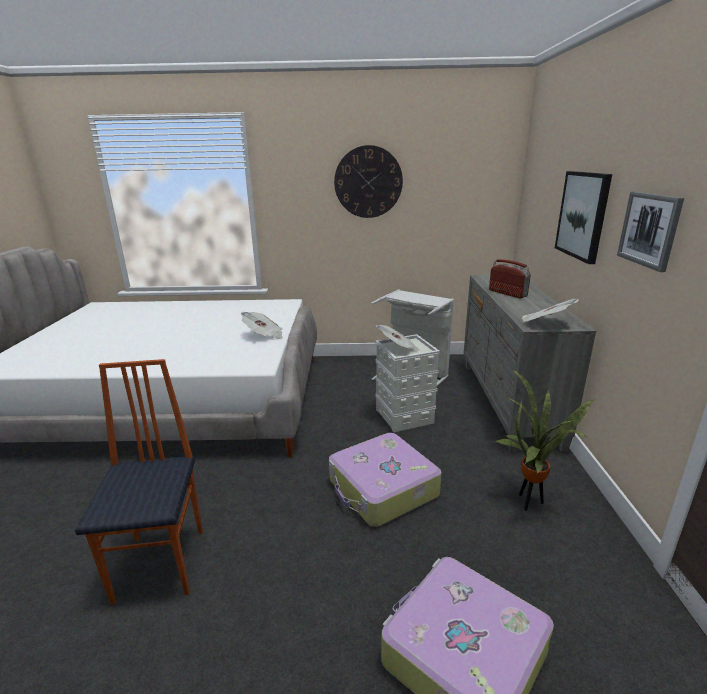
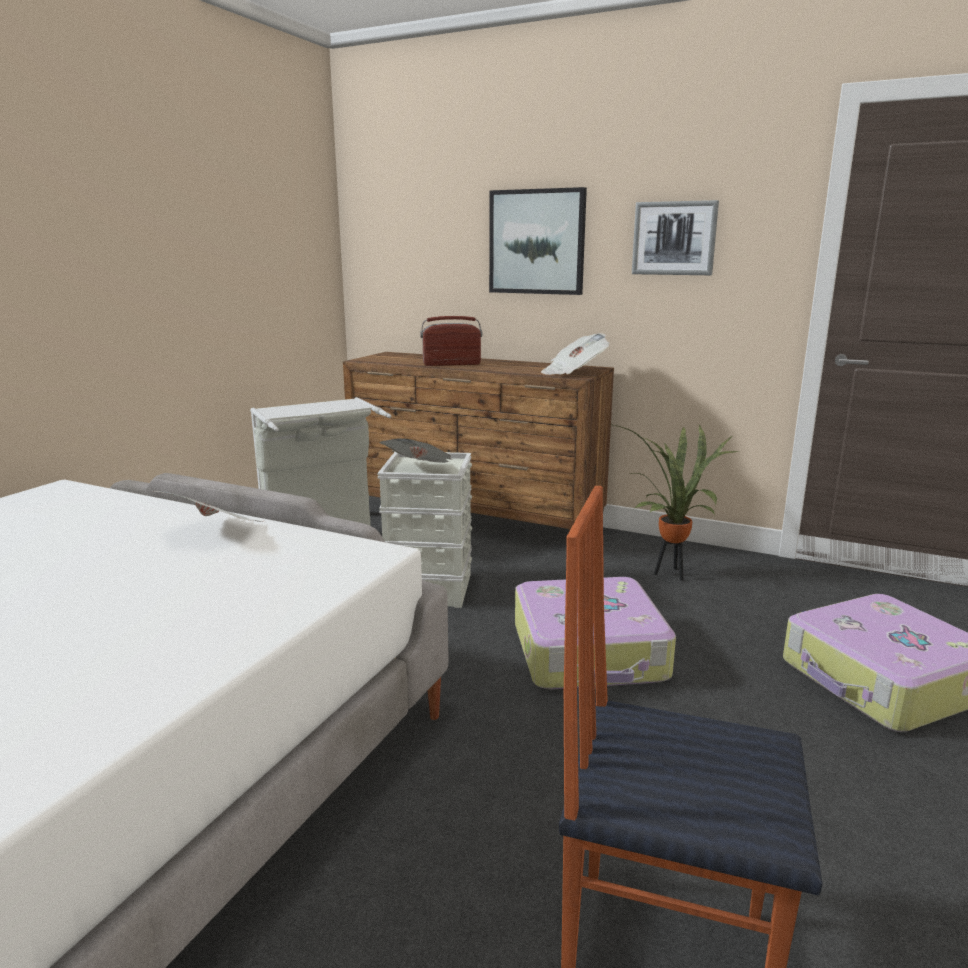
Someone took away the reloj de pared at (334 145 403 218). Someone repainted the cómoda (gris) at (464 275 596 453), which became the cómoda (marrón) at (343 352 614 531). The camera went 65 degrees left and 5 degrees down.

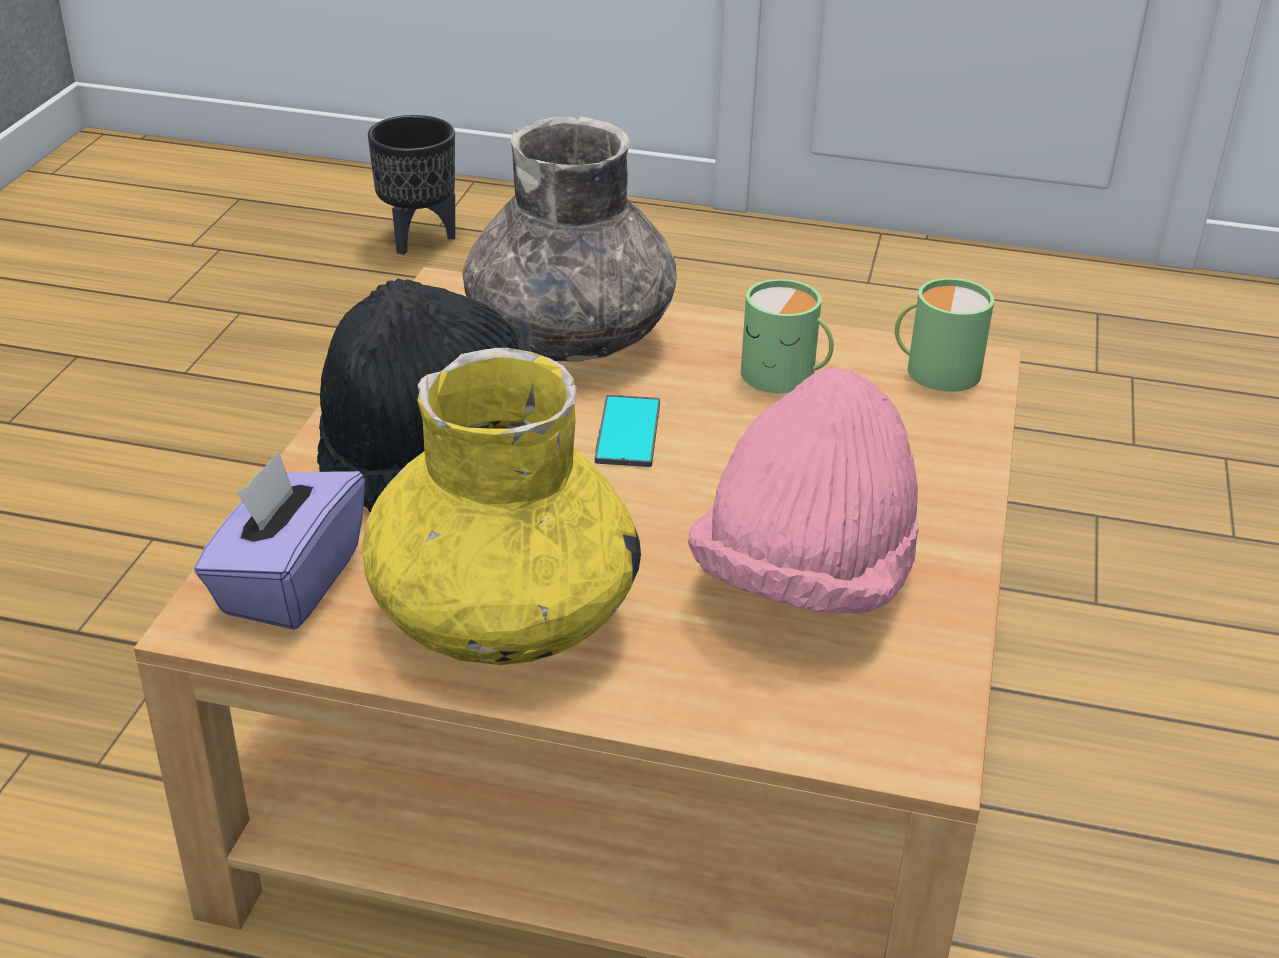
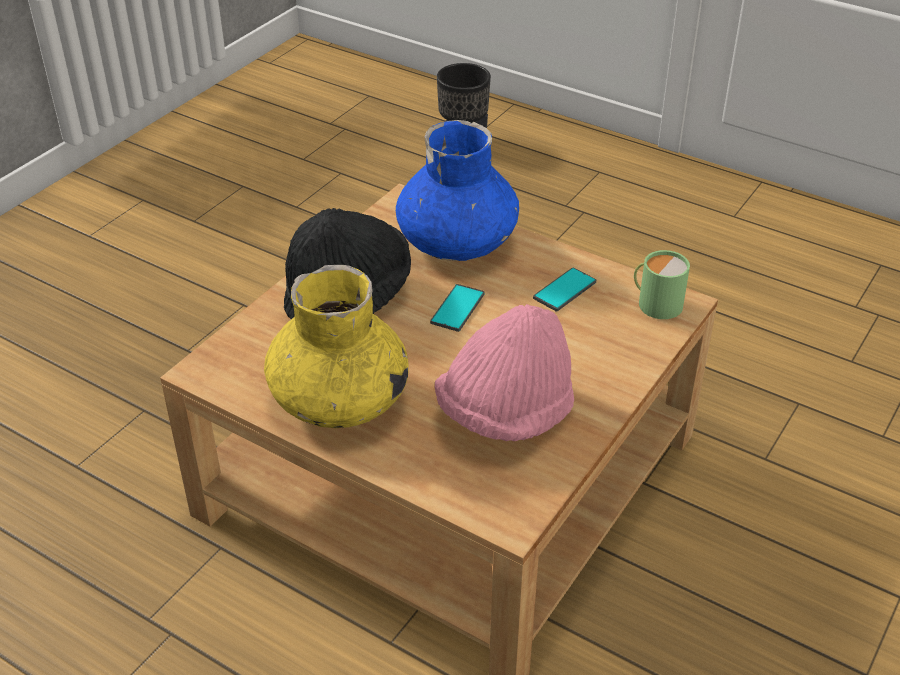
Someone took away the caja de pañuelos (morado) at (194 451 365 630). Someone swapped the taza grande (verde) at (741 279 834 393) for the móvil at (533 268 596 312). Someone repainted the florero (gris) at (462 117 677 361), which became the florero (azul) at (396 120 519 261). The camera went 20 degrees right and 5 degrees up.

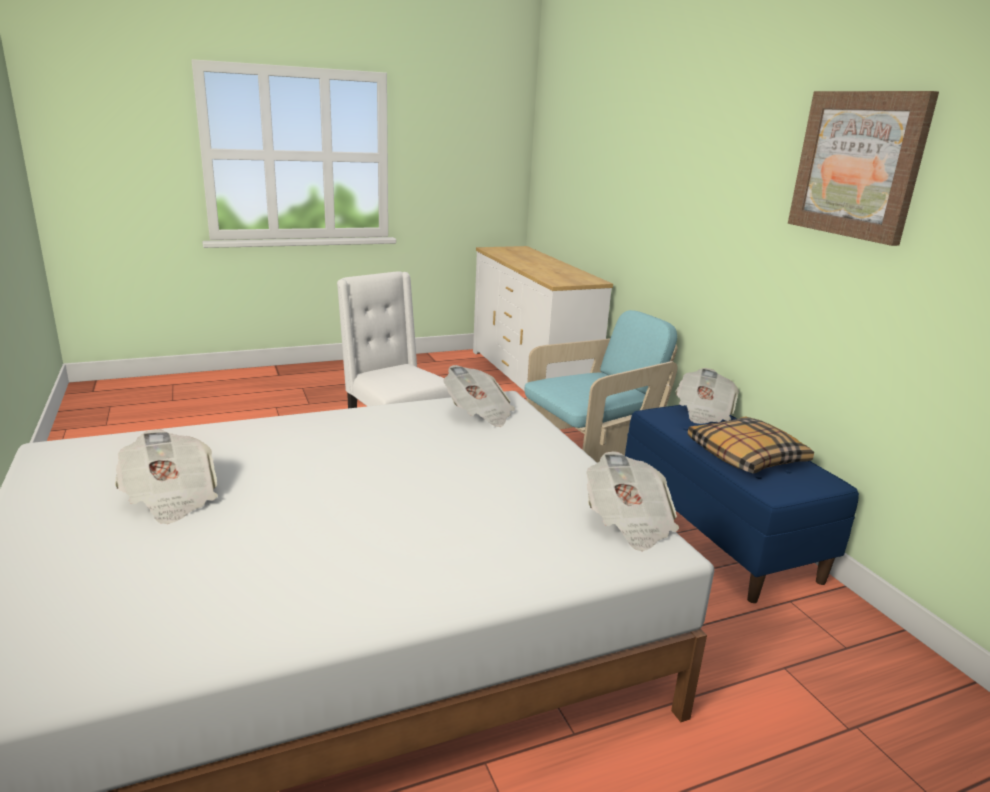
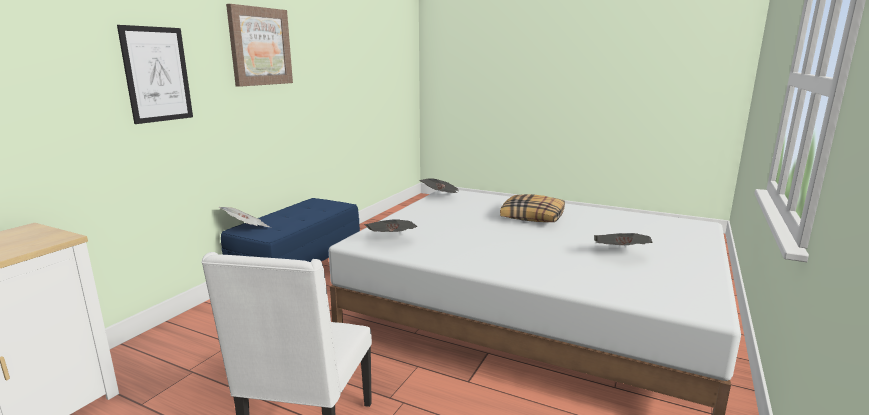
Someone took away the sillón (turquesa) at (525 310 678 463). Someone put up the cuadro at (117 25 193 124). Someone carried the cojín from (688 416 814 474) to (500 194 565 222). The camera went 130 degrees left and 5 degrees down.

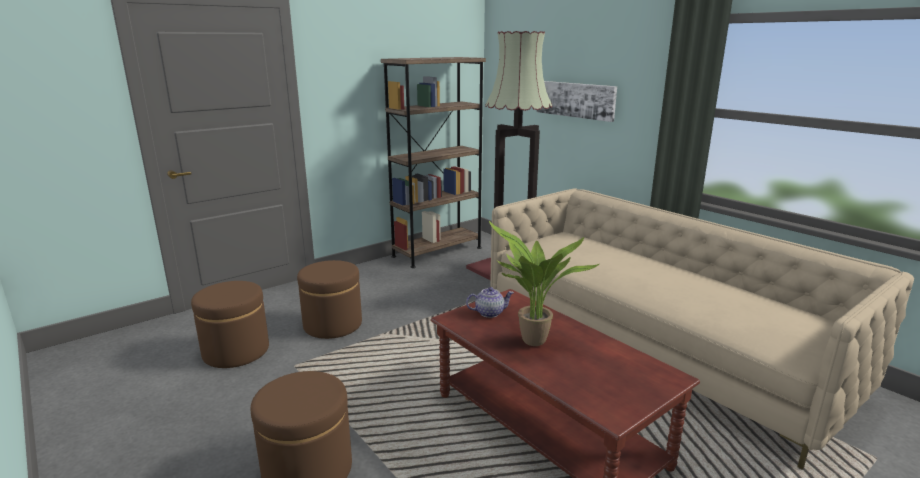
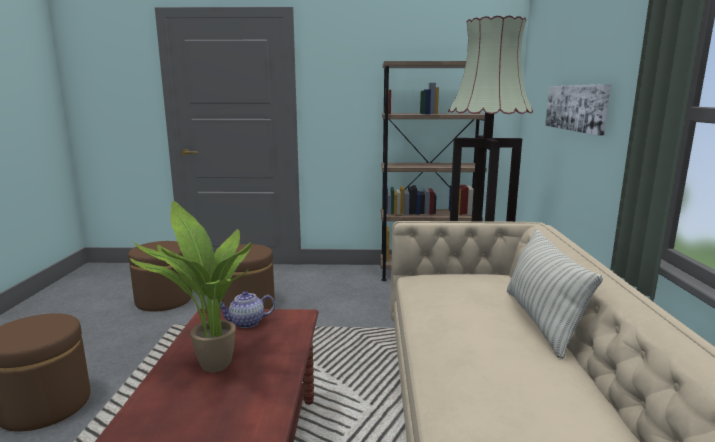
Someone put down the cojín at (507 228 603 359). Someone rotated the tetera at (466 287 514 318) by 135 degrees clockwise. The camera went 40 degrees right and 5 degrees down.

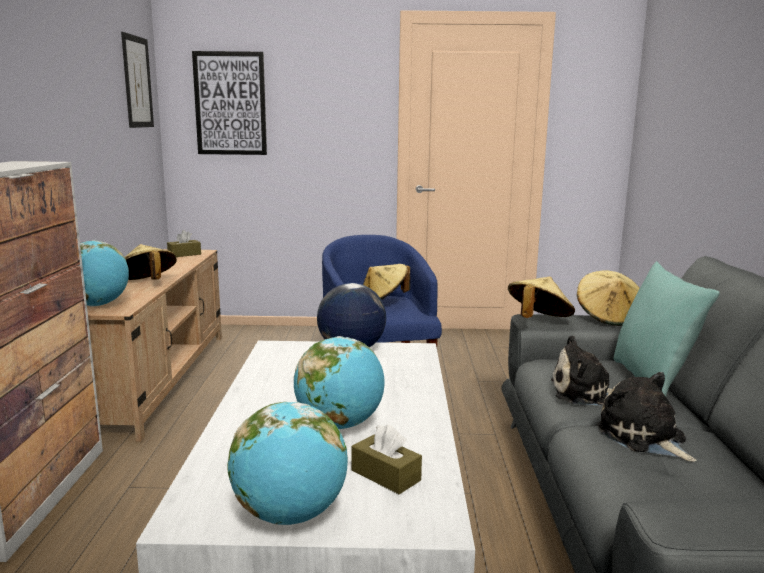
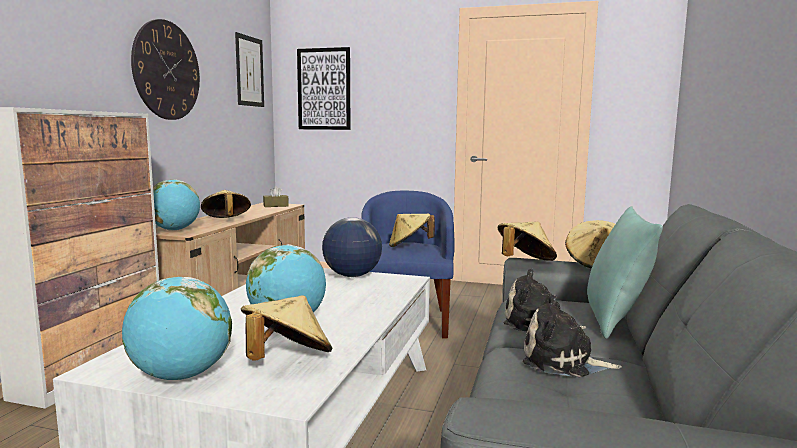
Someone put up the reloj de pared at (131 19 200 120). Someone swapped the caja de pañuelos (marrón) at (352 424 422 494) for the sombrero (beis) at (241 296 332 361). Someone rotated the peluche at (597 372 696 462) by 60 degrees counterclockwise. The camera went 15 degrees right and 5 degrees down.

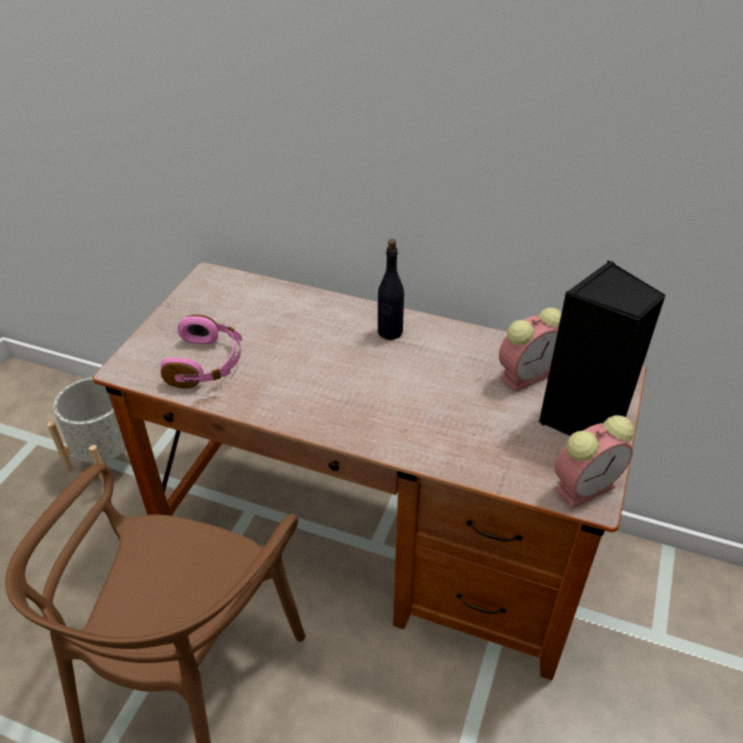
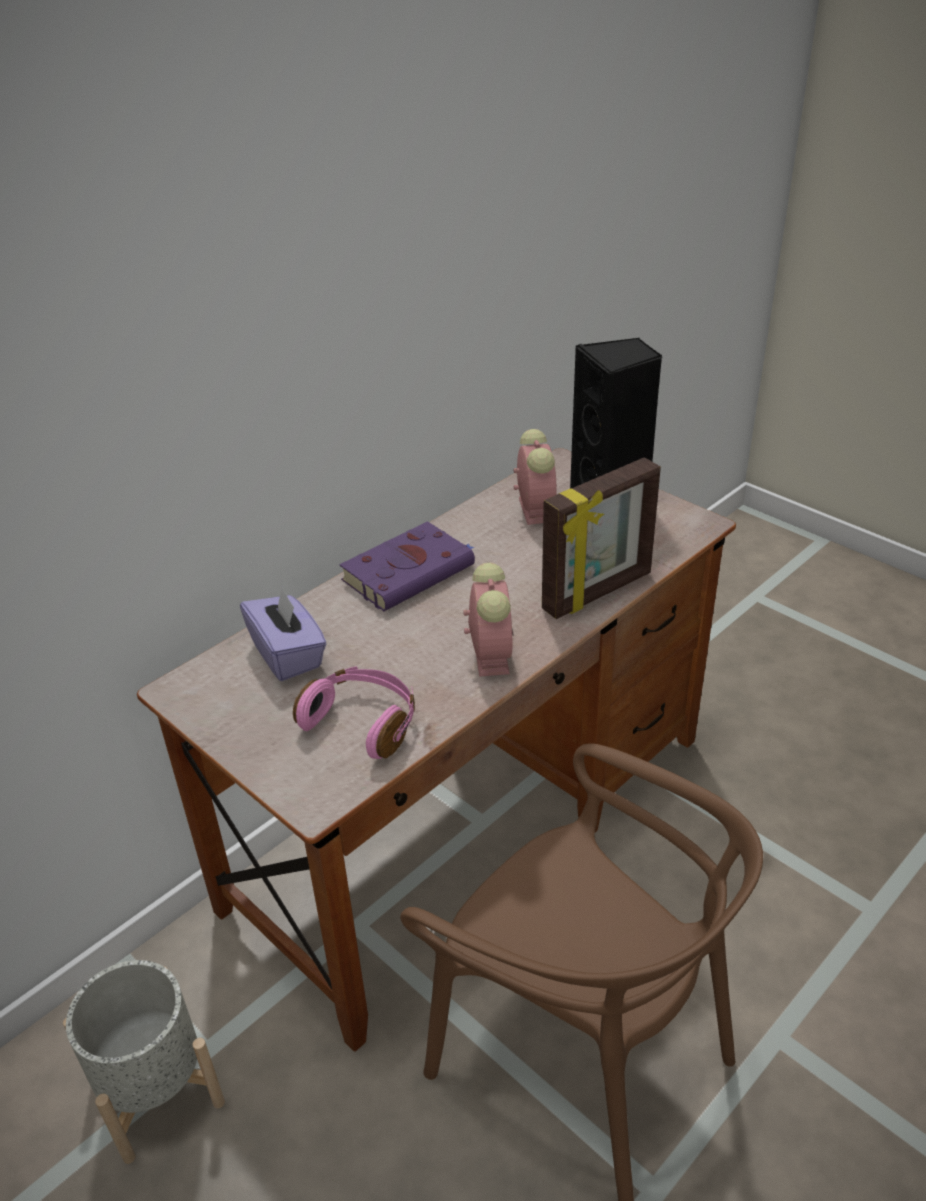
Someone put down the caja de pañuelos (morado) at (240 588 327 681). Someone put down the portarretratos at (542 457 661 619). Someone carried the despertador from (554 415 634 509) to (463 563 514 677). Someone swapped the botella (negro) at (378 239 404 340) for the libro (morado) at (340 521 475 611). The camera went 65 degrees left and 5 degrees down.

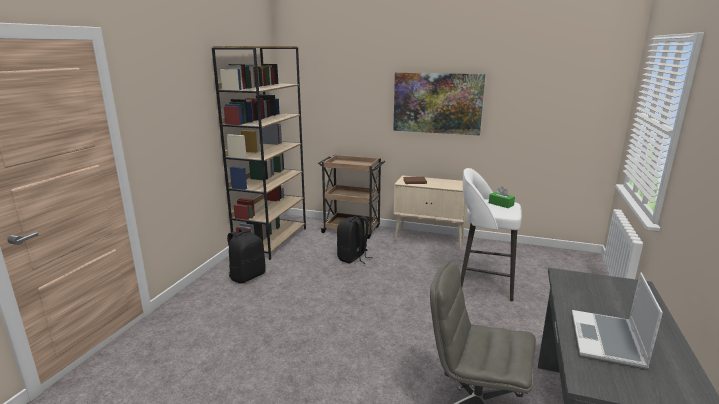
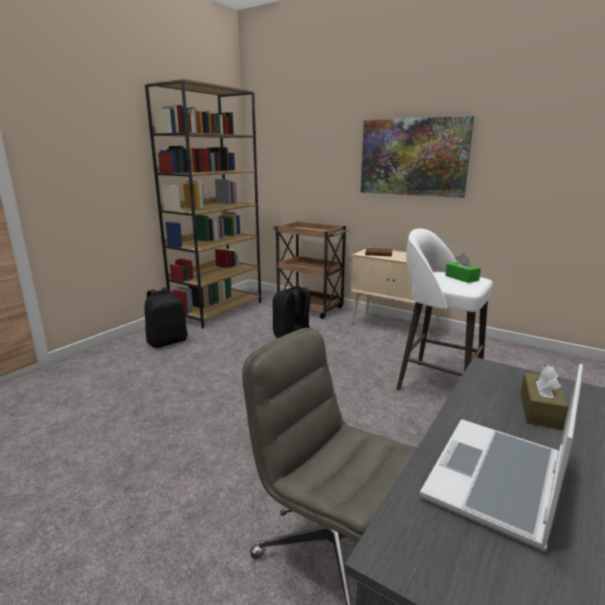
Someone put down the caja de pañuelos (marrón) at (520 365 568 430). The camera went 15 degrees right and 0 degrees up.

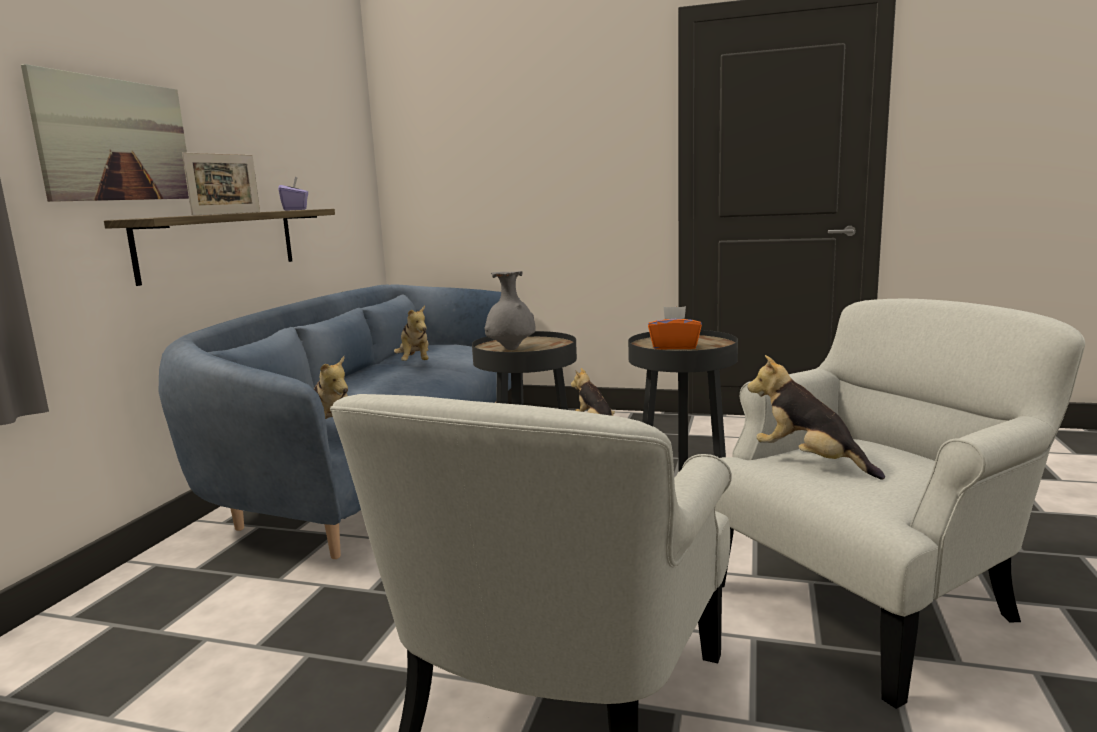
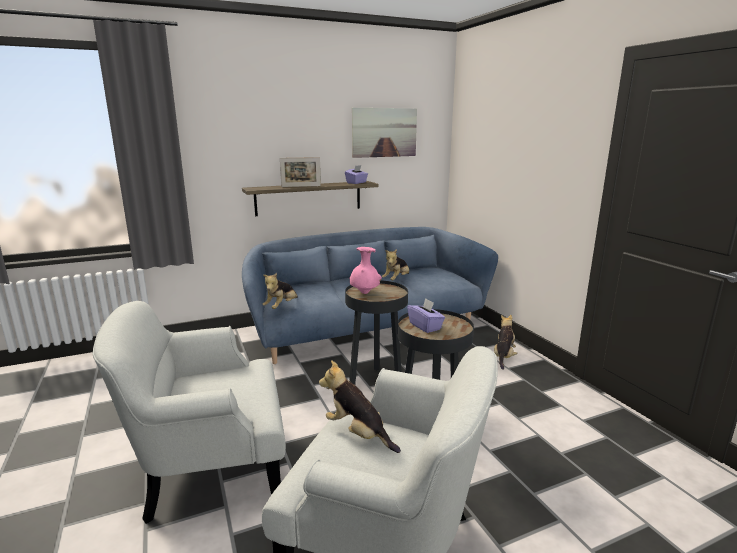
Someone carried the cuadro from (21 64 189 202) to (352 108 417 158). Someone repainted the florero (gris) at (484 271 536 350), which became the florero (rosa) at (349 247 382 294). Someone repainted the caja de pañuelos (naranja) at (648 306 702 350), which became the caja de pañuelos (morado) at (407 298 445 333). Someone rotated the peluche at (748 355 885 480) by 60 degrees counterclockwise. The camera went 50 degrees right and 5 degrees up.

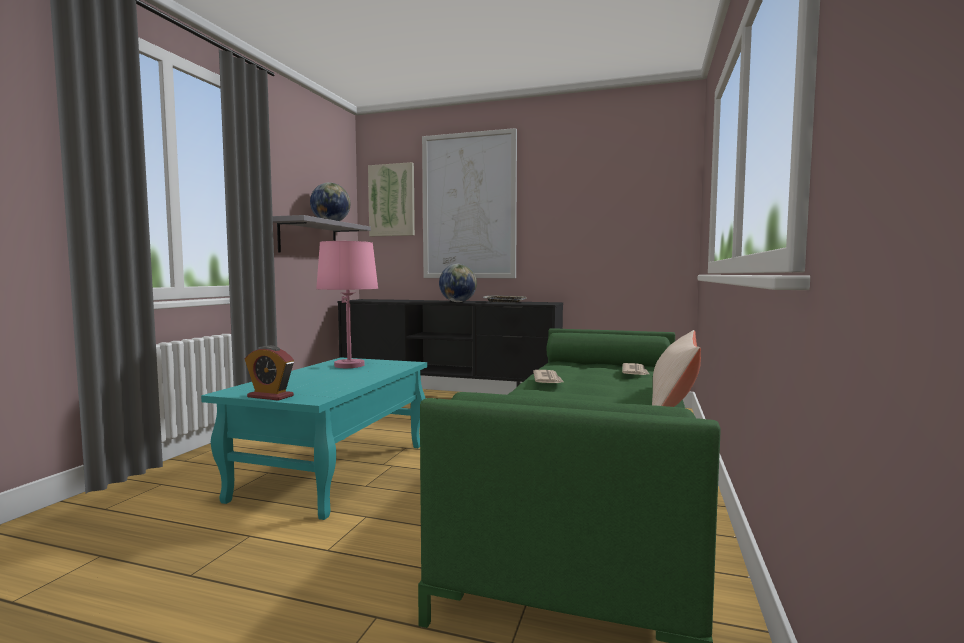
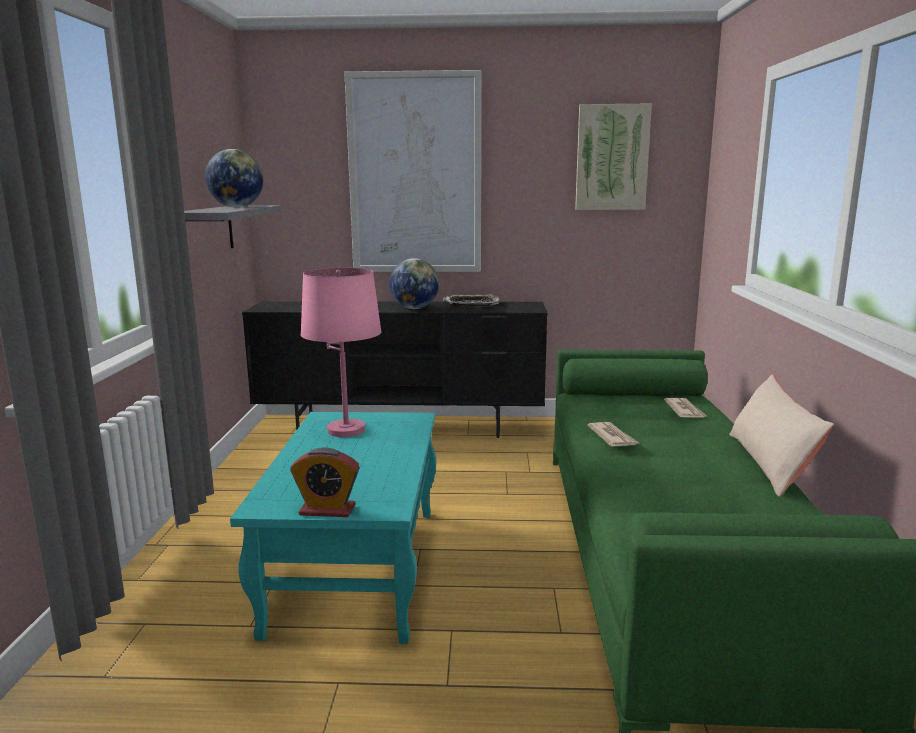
Someone carried the cuadro from (368 162 415 236) to (575 103 652 210). The camera went 15 degrees left and 10 degrees up.

